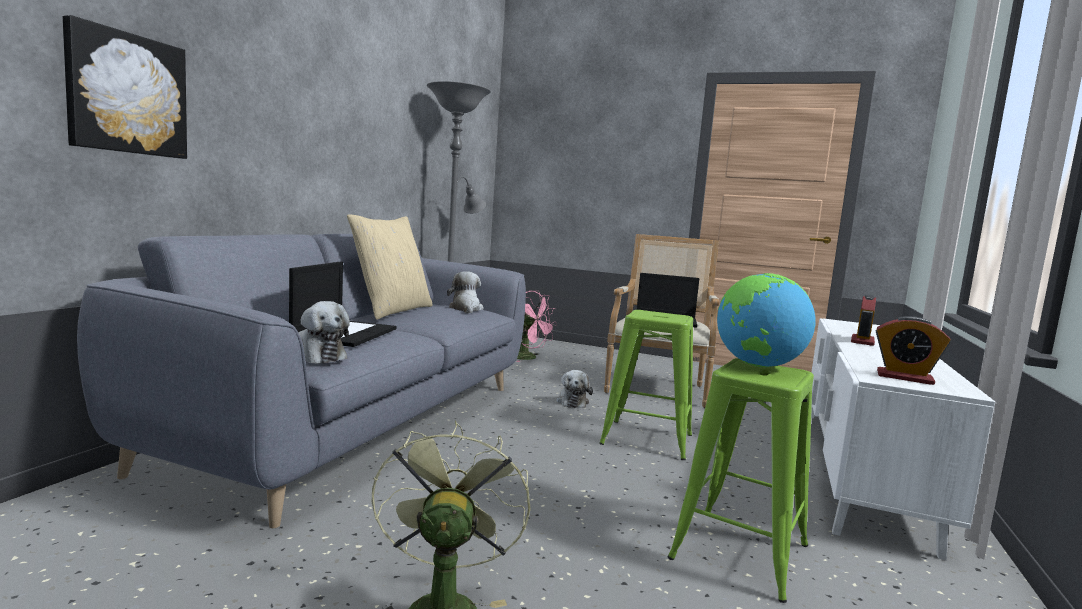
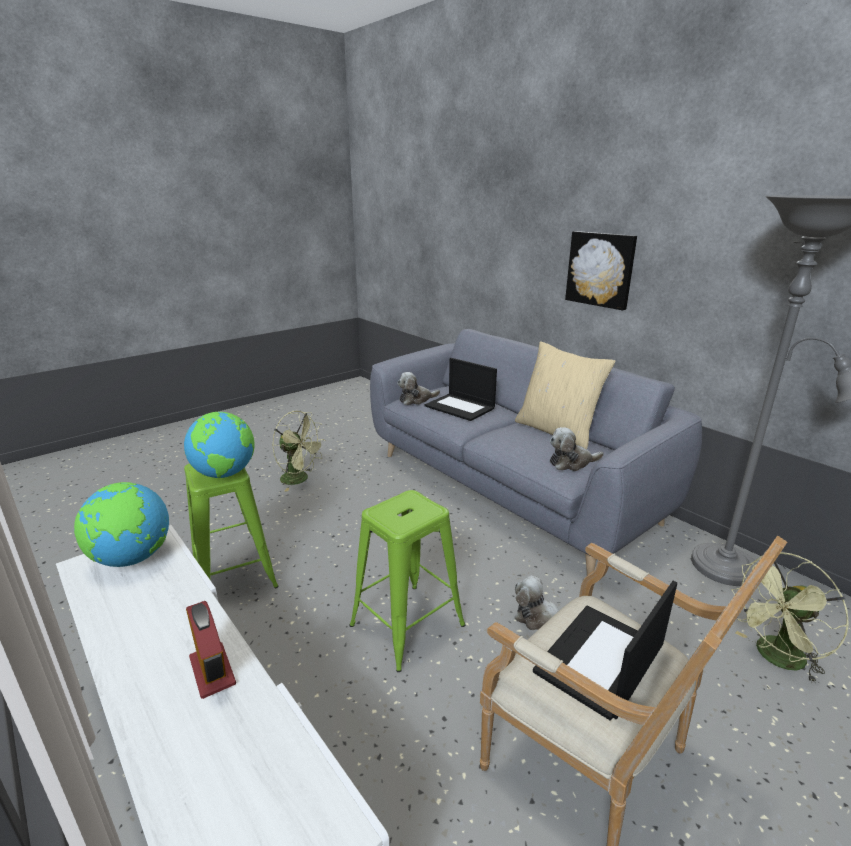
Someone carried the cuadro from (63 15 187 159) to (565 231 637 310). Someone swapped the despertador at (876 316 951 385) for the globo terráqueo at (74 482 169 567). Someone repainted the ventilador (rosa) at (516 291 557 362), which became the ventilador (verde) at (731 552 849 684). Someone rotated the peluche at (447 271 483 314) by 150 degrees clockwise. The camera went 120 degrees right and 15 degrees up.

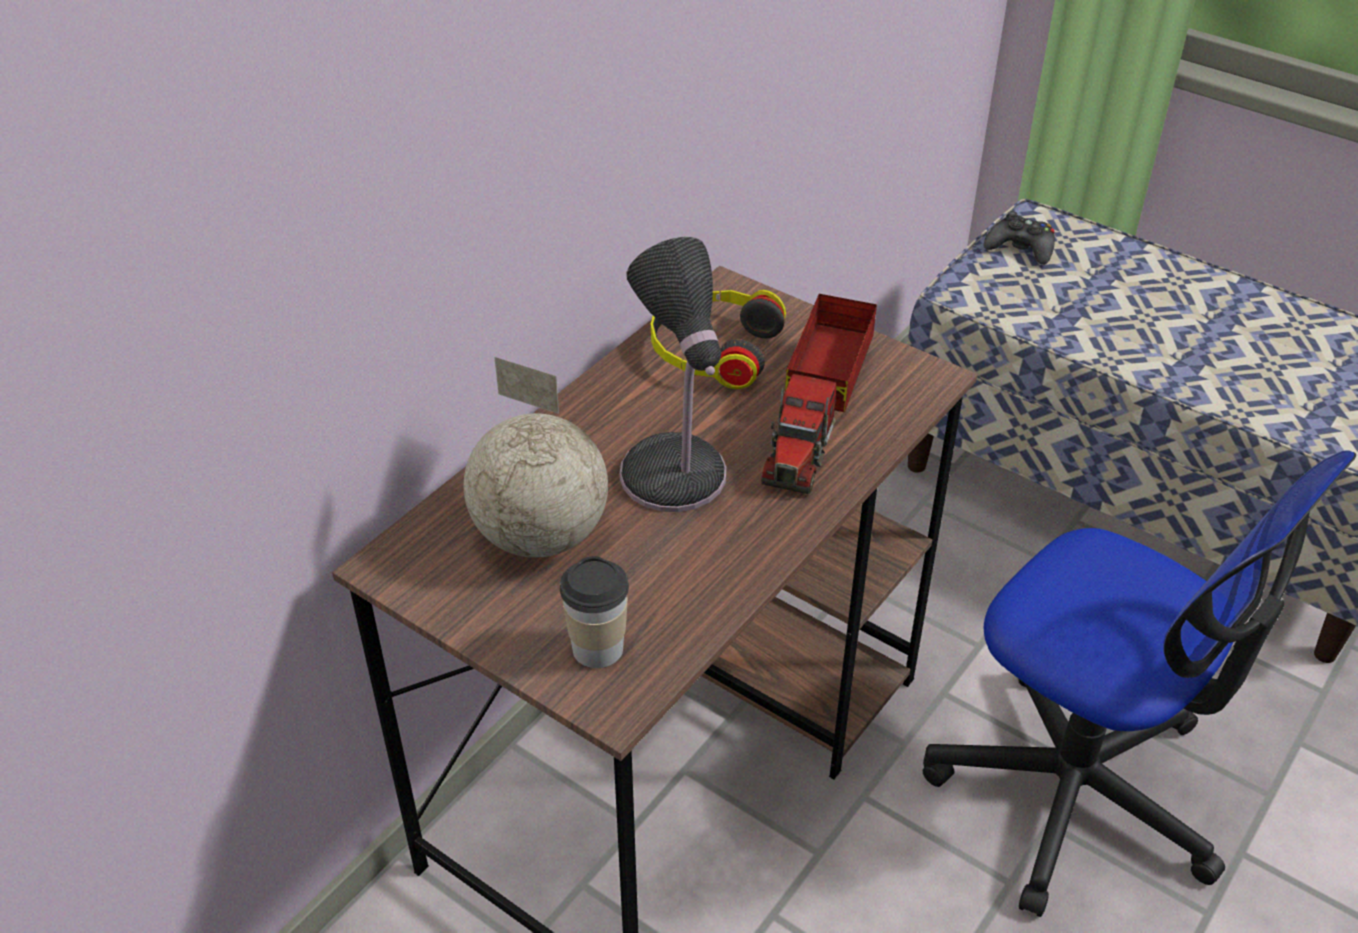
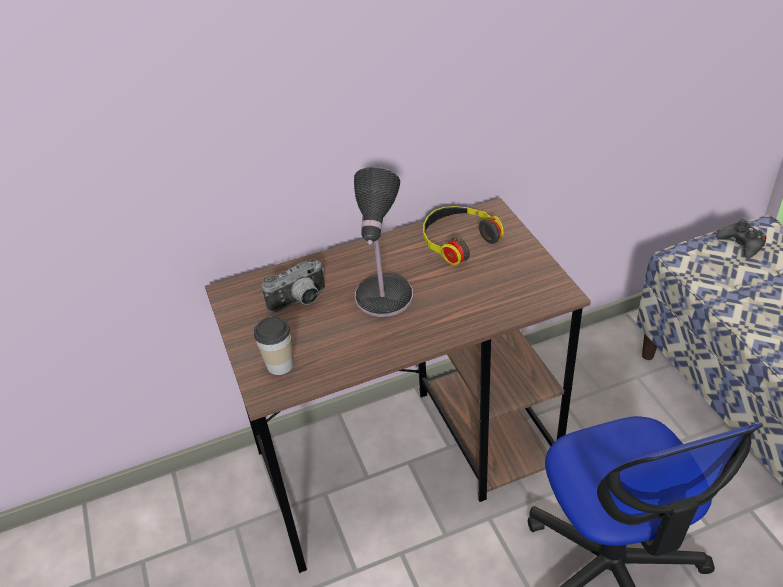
Someone took away the camión de juguete at (761 294 877 494). Someone swapped the globo terráqueo at (463 357 608 558) for the cámara at (262 259 325 313). The camera went 35 degrees right and 0 degrees up.

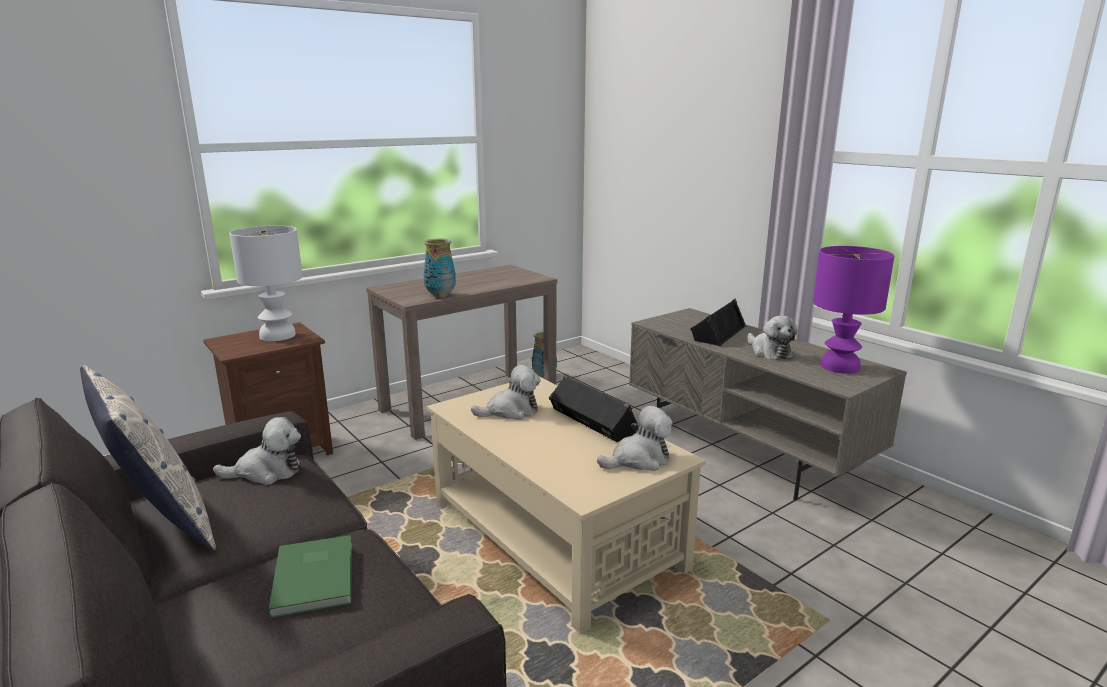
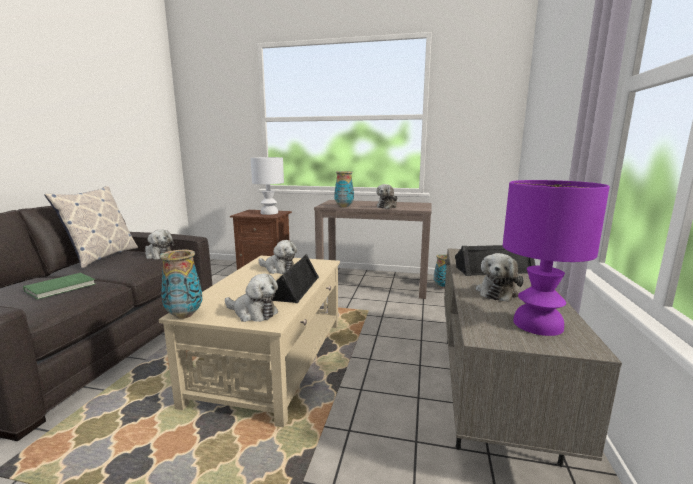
Someone put down the florero at (159 250 202 319). Someone put down the peluche at (376 184 398 209). The camera went 50 degrees right and 5 degrees down.

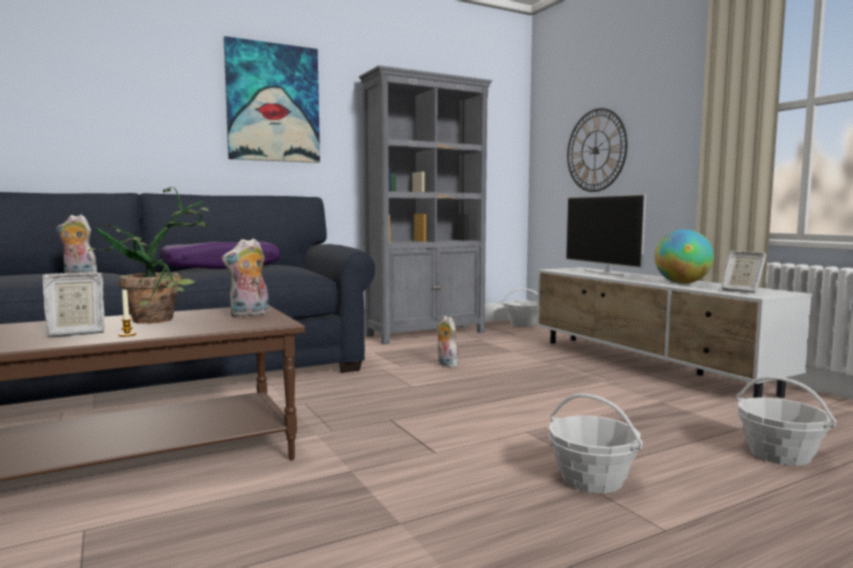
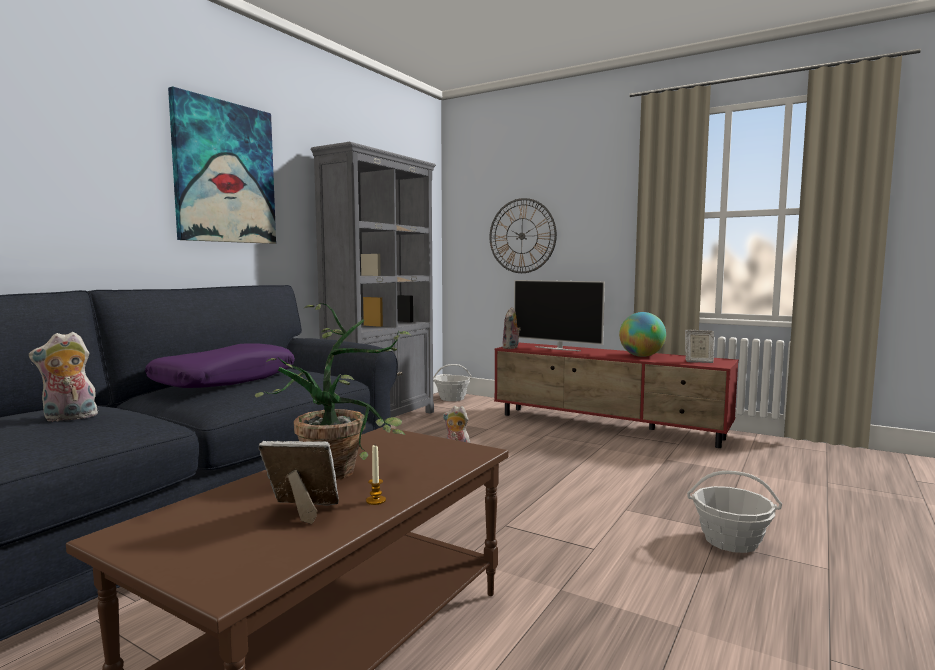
Someone took away the cesta at (736 376 836 466). Someone carried the peluche from (222 238 269 317) to (502 308 521 349). Someone repainted the mueble de televisión (blanco) at (537 267 812 398), which became the mueble de televisión (rojo) at (494 343 739 448). Someone rotated the portarretratos at (42 273 105 338) by 120 degrees counterclockwise. The camera went 30 degrees left and 0 degrees up.

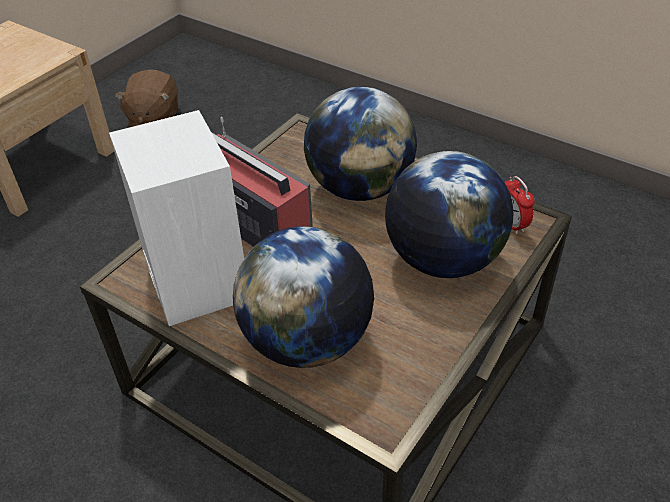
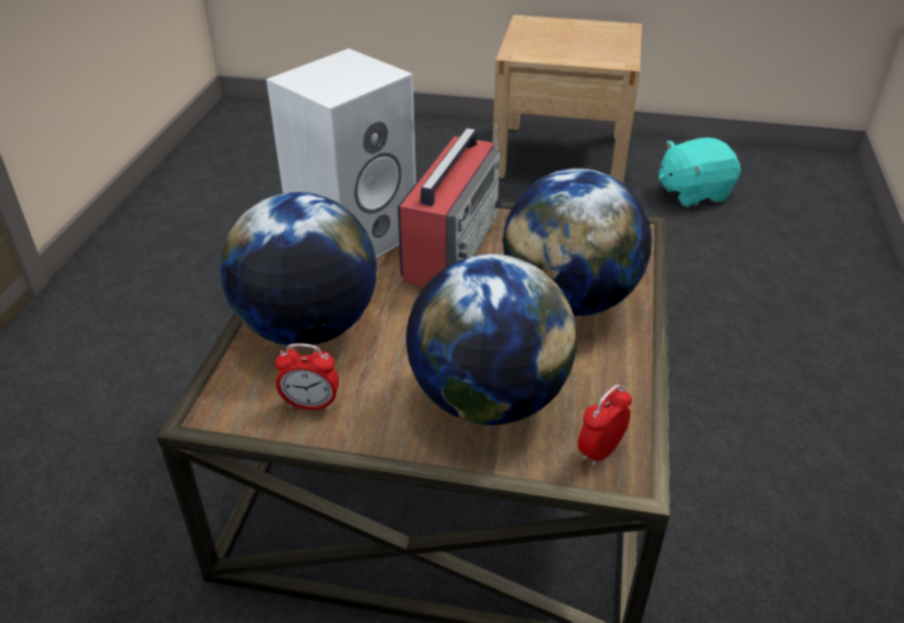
Someone put down the despertador at (275 343 339 410). Someone repainted the peluche (marrón) at (114 69 178 127), which became the peluche (turquesa) at (659 137 740 208). The camera went 65 degrees right and 5 degrees down.

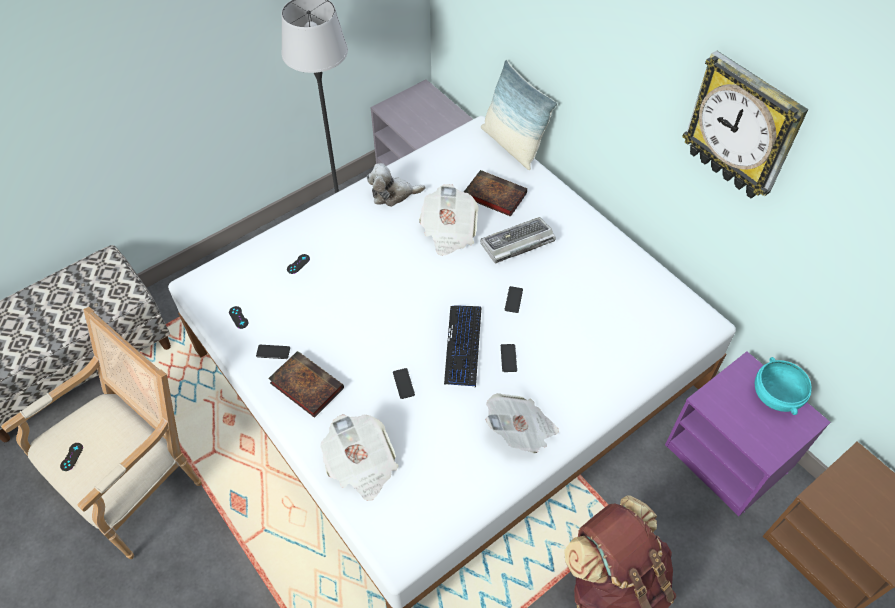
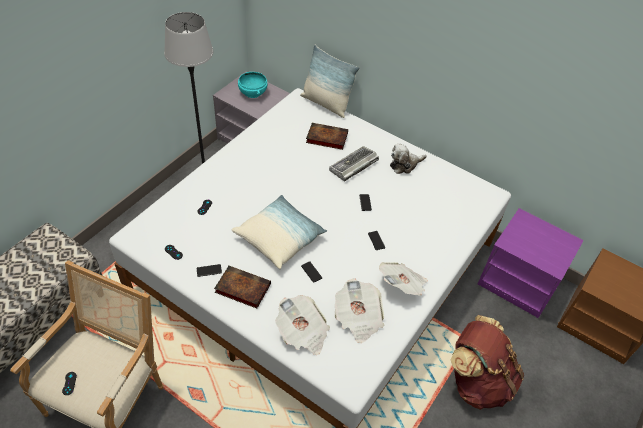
Someone took away the teclado at (444 305 481 387). Someone took away the reloj de pared at (682 51 808 198). Someone put down the cojín at (231 195 327 269). Someone carried the peluche from (367 163 425 207) to (390 143 427 174). Someone carried the periódico from (419 184 479 256) to (335 278 385 343). Someone carried the cuenco (turquesa) from (755 357 812 415) to (238 72 267 98). The camera went 20 degrees left and 5 degrees down.

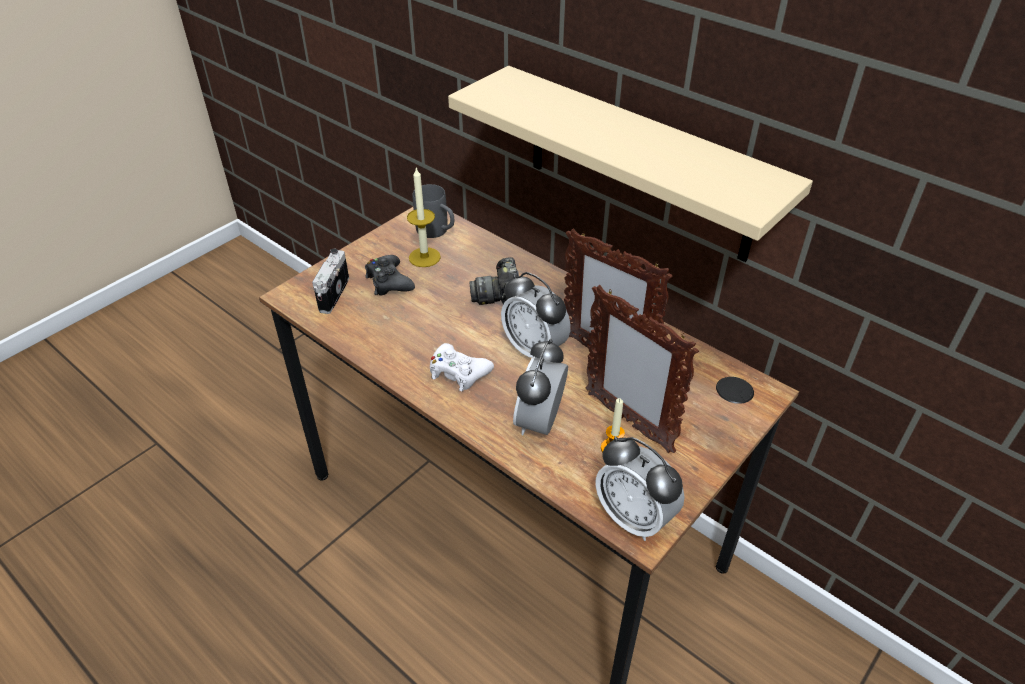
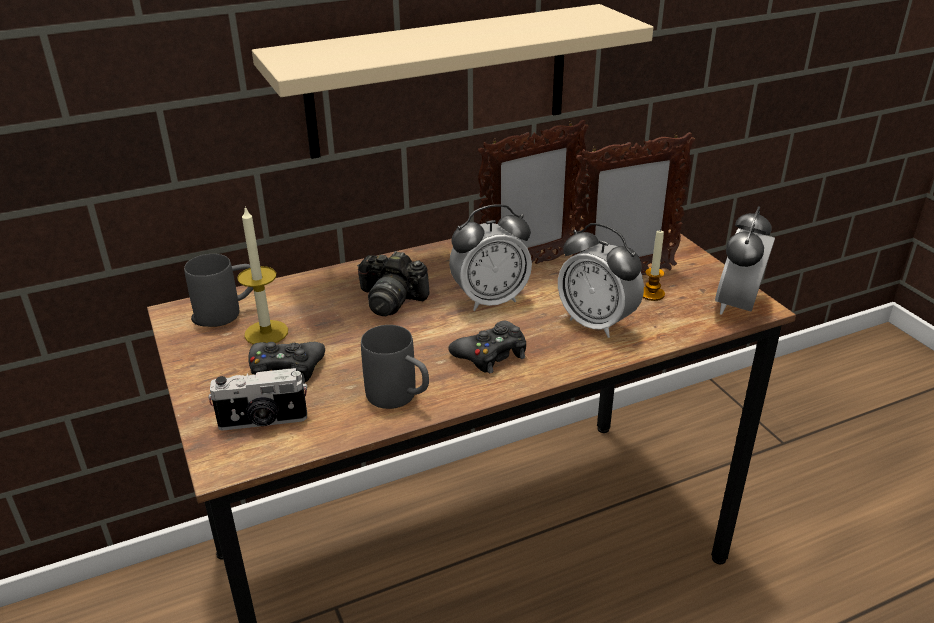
Someone put down the taza grande (gris) at (361 325 429 409). Someone repainted the mando de consola (blanco) at (430 343 494 391), which became the mando de consola (negro) at (448 321 526 373). Someone rotated the cámara at (312 248 349 314) by 45 degrees counterclockwise. Someone rotated the despertador at (595 436 684 541) by 135 degrees clockwise. The camera went 65 degrees left and 10 degrees down.

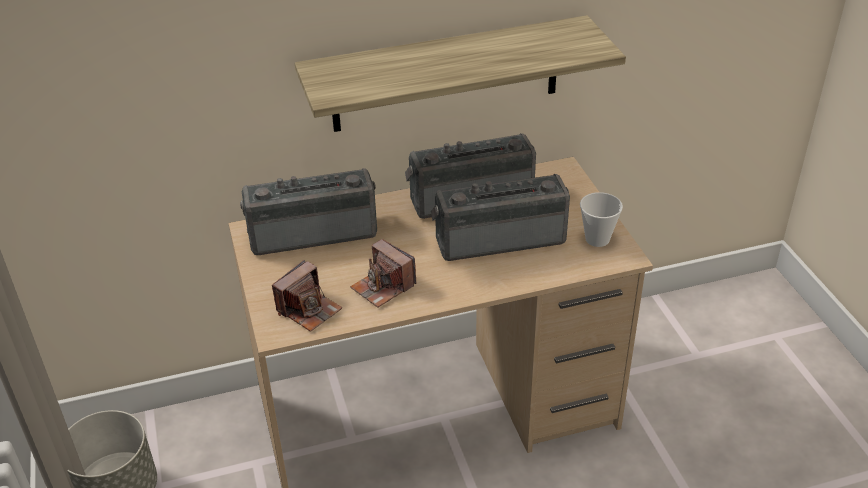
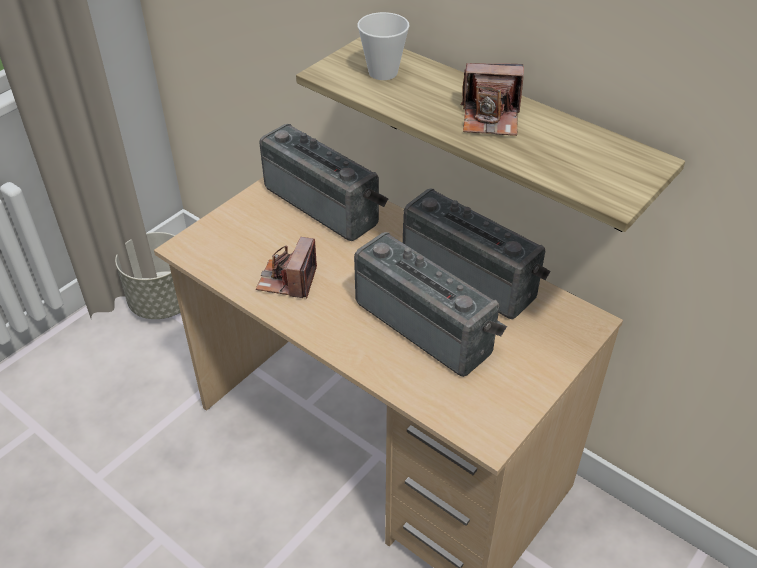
Someone carried the cámara from (272 260 342 332) to (460 63 524 136). Someone carried the taza from (580 192 623 247) to (357 12 409 80). The camera went 55 degrees right and 5 degrees up.

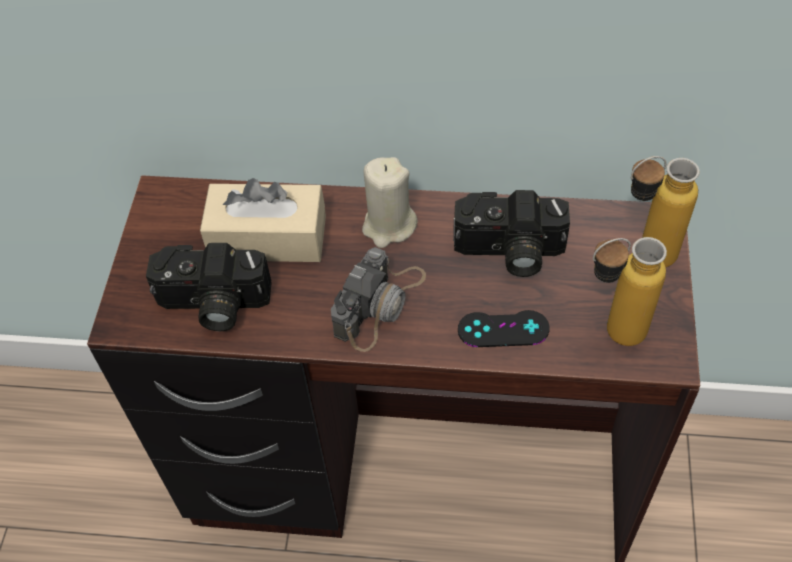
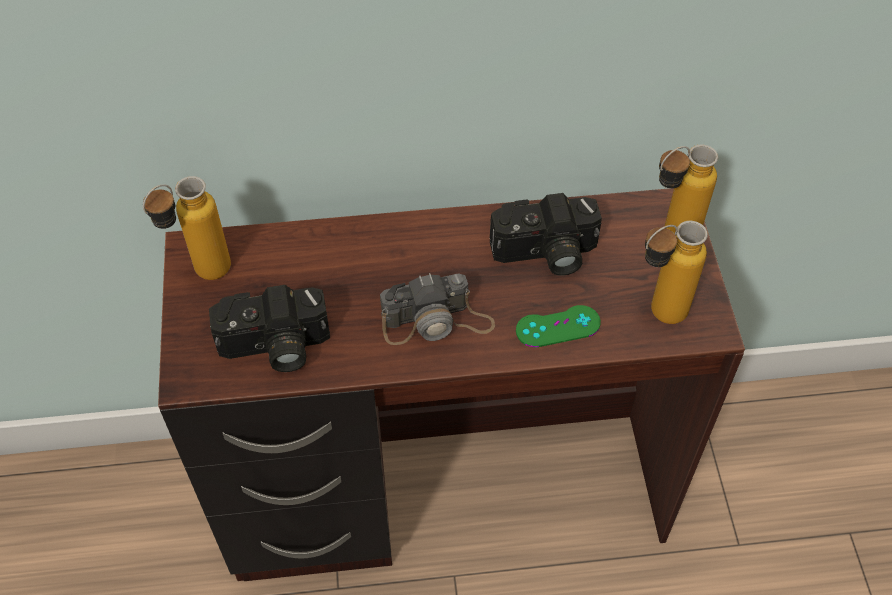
Someone took away the caja de pañuelos (beis) at (200 178 326 262). Someone took away the vela (beis) at (362 157 418 248). Someone put down the botella at (143 176 231 280). Someone repainted the mando de consola (negro) at (458 310 550 347), which became the mando de consola (verde) at (516 305 601 347). Someone rotated the cámara at (331 247 426 352) by 60 degrees clockwise. The camera went 15 degrees left and 0 degrees up.

